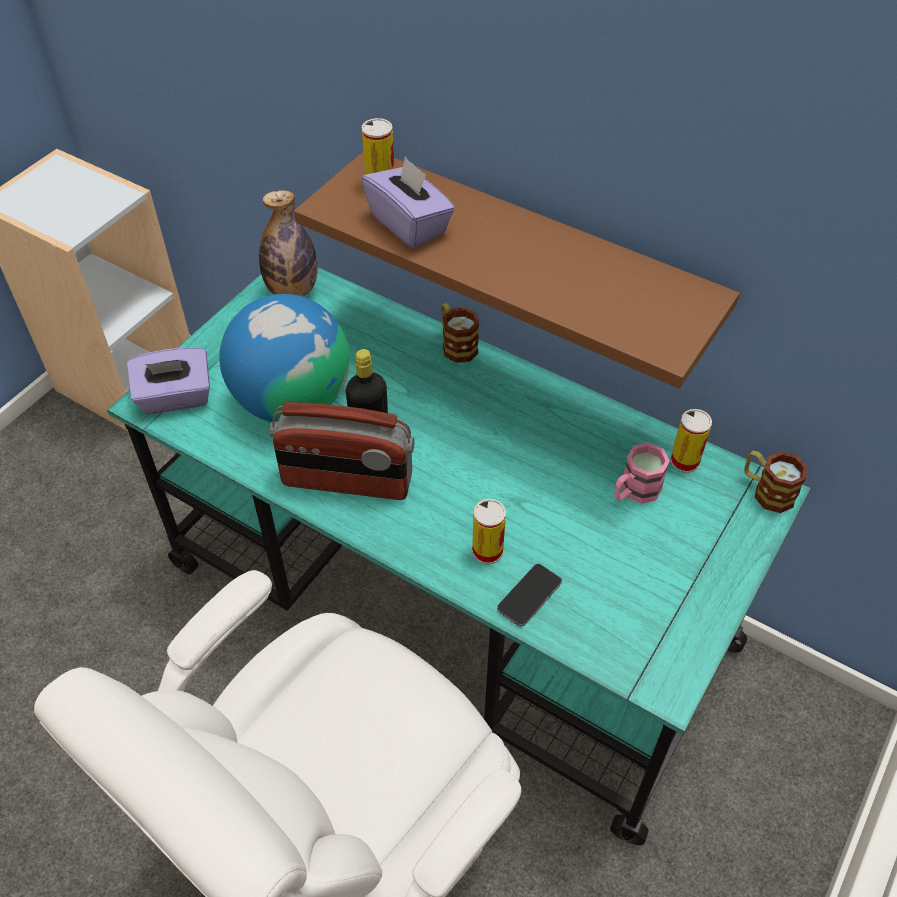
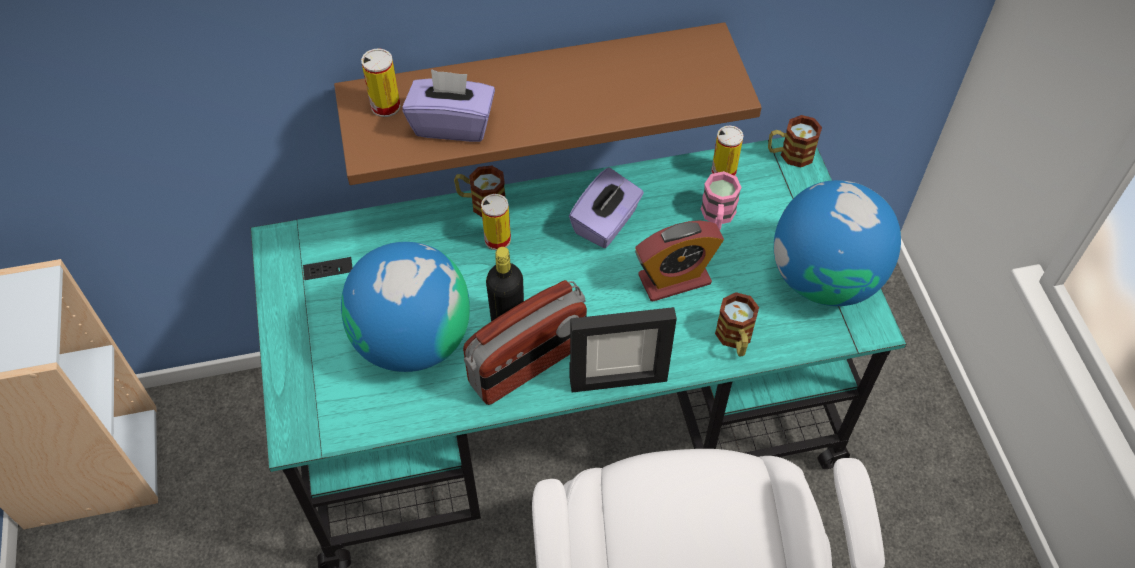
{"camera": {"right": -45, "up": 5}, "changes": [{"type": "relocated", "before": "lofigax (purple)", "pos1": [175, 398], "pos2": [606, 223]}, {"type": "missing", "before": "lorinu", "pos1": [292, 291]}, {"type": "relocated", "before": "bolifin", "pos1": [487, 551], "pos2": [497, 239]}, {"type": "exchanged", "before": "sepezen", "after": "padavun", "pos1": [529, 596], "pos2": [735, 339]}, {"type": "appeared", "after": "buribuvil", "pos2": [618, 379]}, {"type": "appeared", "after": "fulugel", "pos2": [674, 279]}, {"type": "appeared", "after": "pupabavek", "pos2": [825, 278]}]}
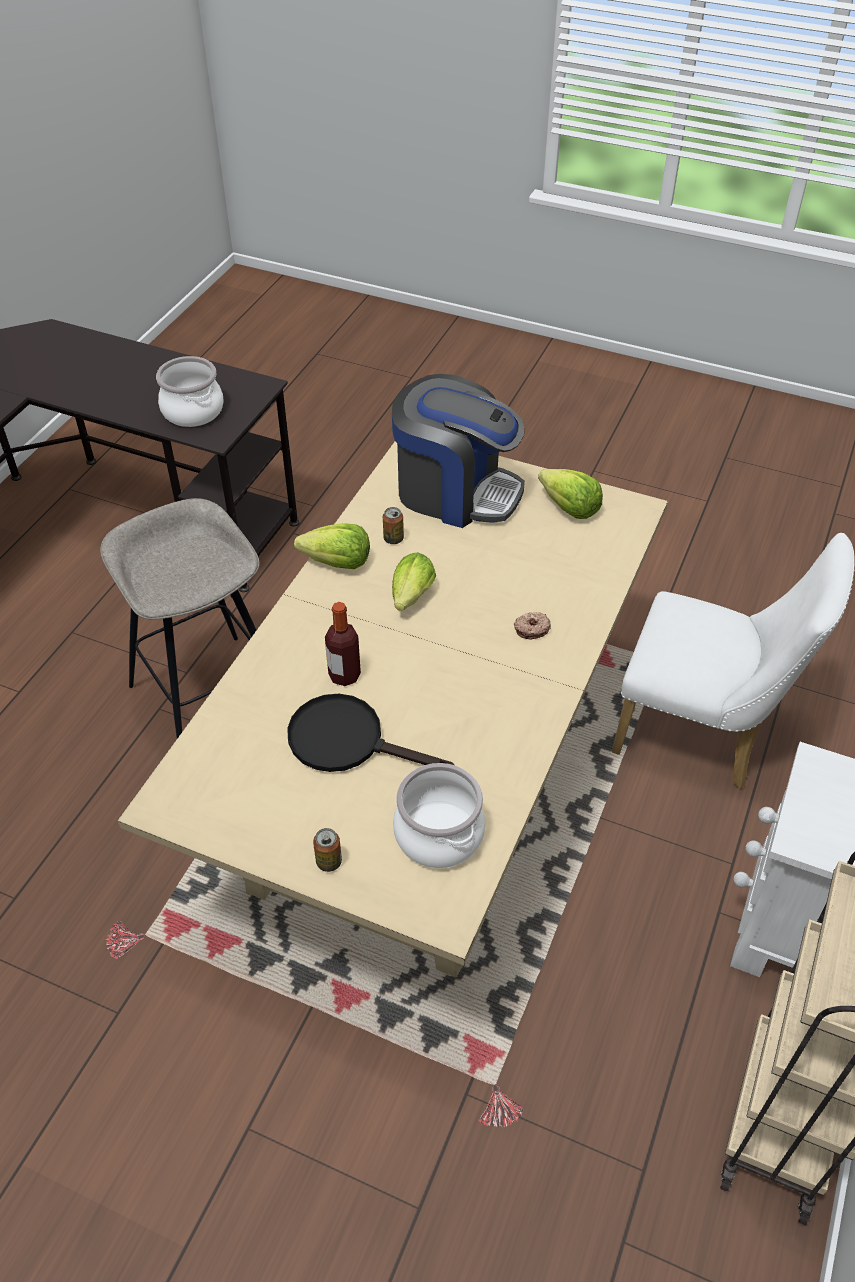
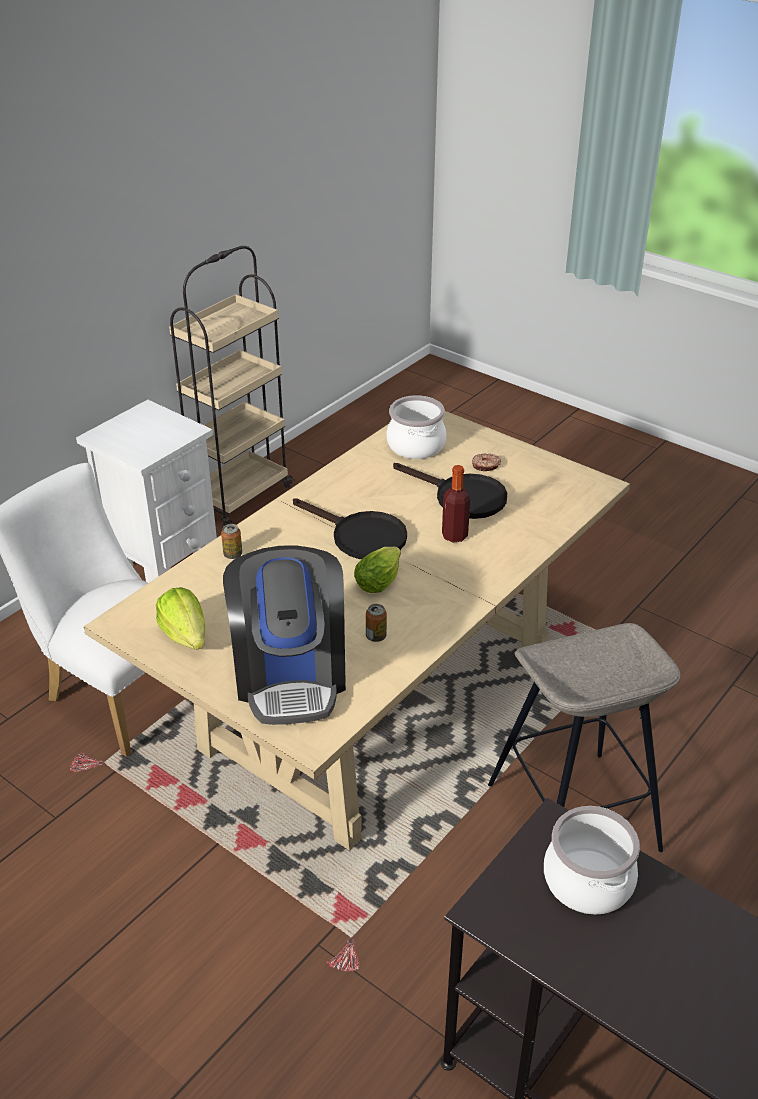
{"camera": {"right": -165, "up": -10}, "changes": [{"type": "missing", "before": "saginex", "pos1": [337, 563]}, {"type": "relocated", "before": "bolifin", "pos1": [329, 862], "pos2": [233, 554]}, {"type": "spun", "before": "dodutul", "pos1": [455, 492], "pos2": [290, 675], "turn": -135}, {"type": "relocated", "before": "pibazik", "pos1": [531, 629], "pos2": [485, 466]}, {"type": "appeared", "after": "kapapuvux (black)", "pos2": [360, 536]}]}
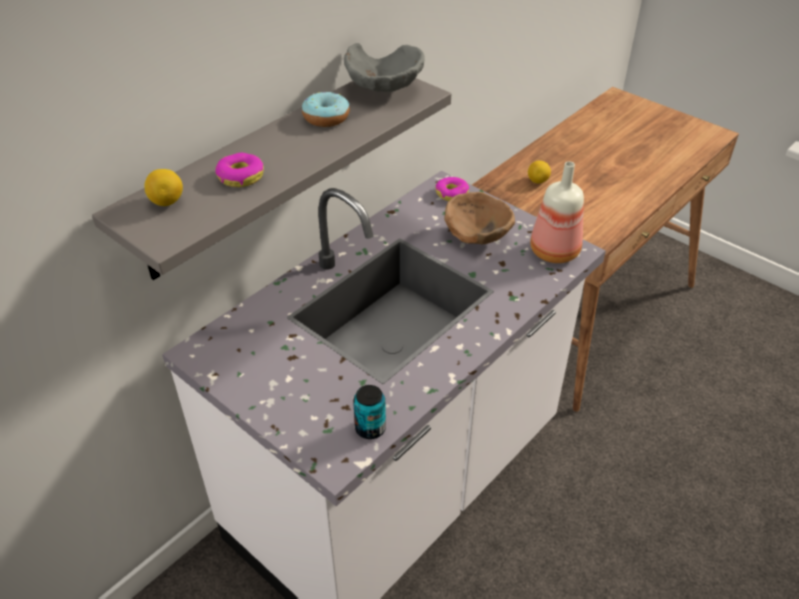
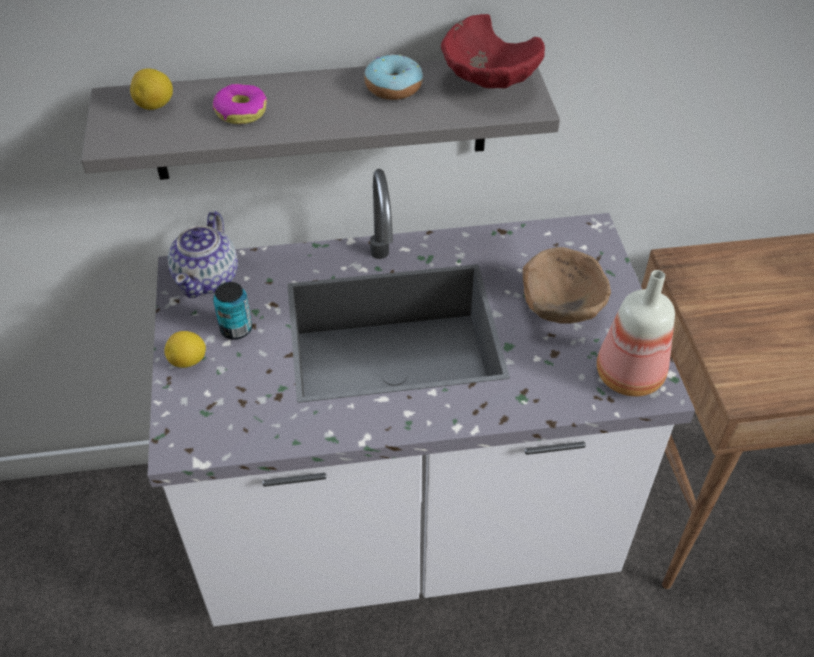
{"camera": {"right": 40, "up": 5}, "changes": [{"type": "colour", "before": "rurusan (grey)", "after": "rurusan (red)", "pos1": [383, 91], "pos2": [487, 84]}, {"type": "relocated", "before": "bolifin", "pos1": [370, 428], "pos2": [236, 329]}, {"type": "missing", "before": "pibazik", "pos1": [452, 194]}, {"type": "relocated", "before": "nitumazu", "pos1": [538, 181], "pos2": [188, 361]}, {"type": "appeared", "after": "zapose", "pos2": [208, 278]}]}
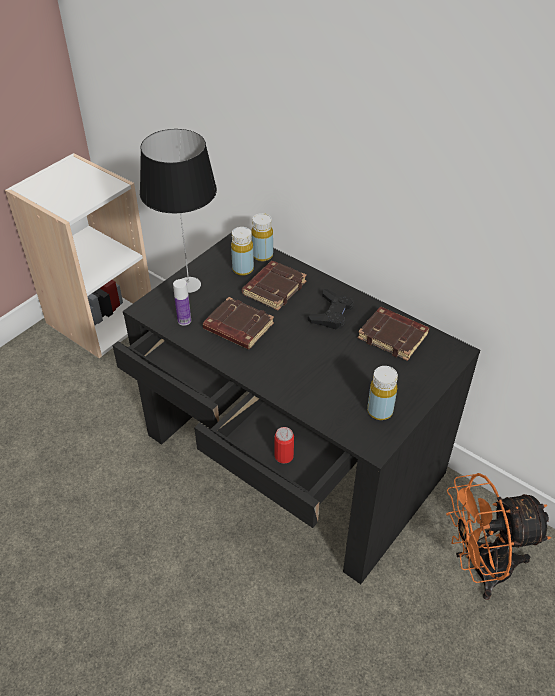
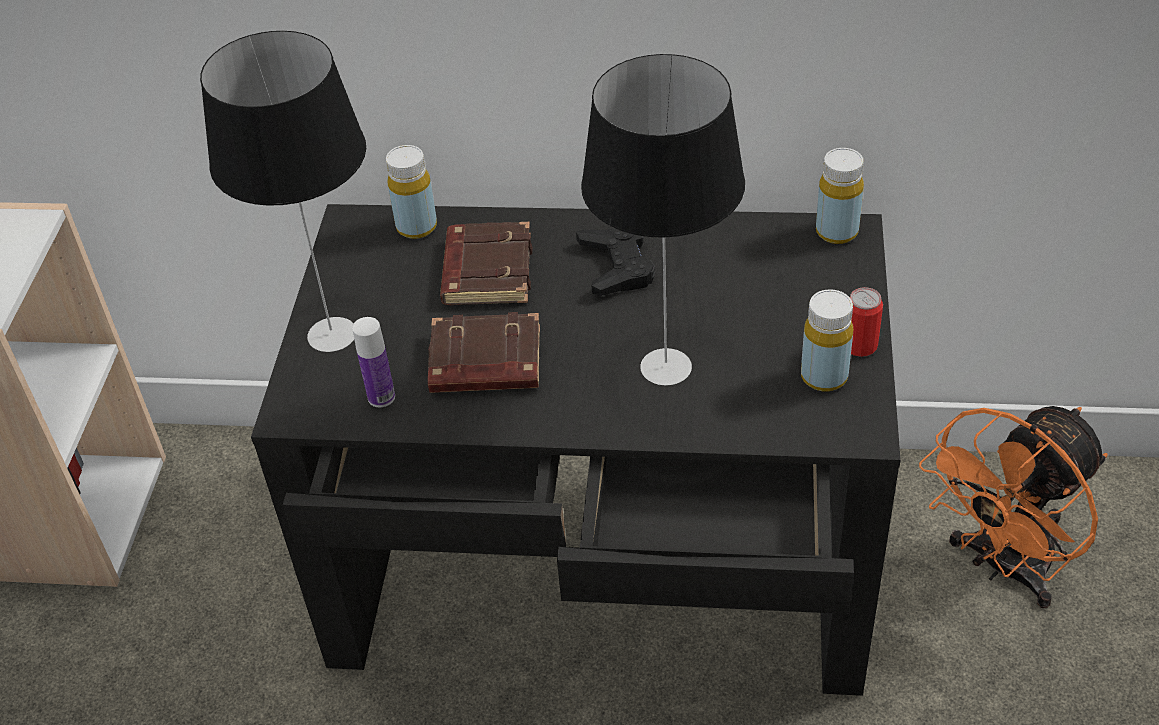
{"camera": {"right": -30, "up": 0}, "changes": [{"type": "relocated", "before": "lorinu (yellow)", "pos1": [243, 269], "pos2": [836, 232]}, {"type": "relocated", "before": "bolifin", "pos1": [284, 456], "pos2": [860, 345]}, {"type": "missing", "before": "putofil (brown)", "pos1": [394, 336]}, {"type": "appeared", "after": "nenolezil", "pos2": [664, 368]}]}
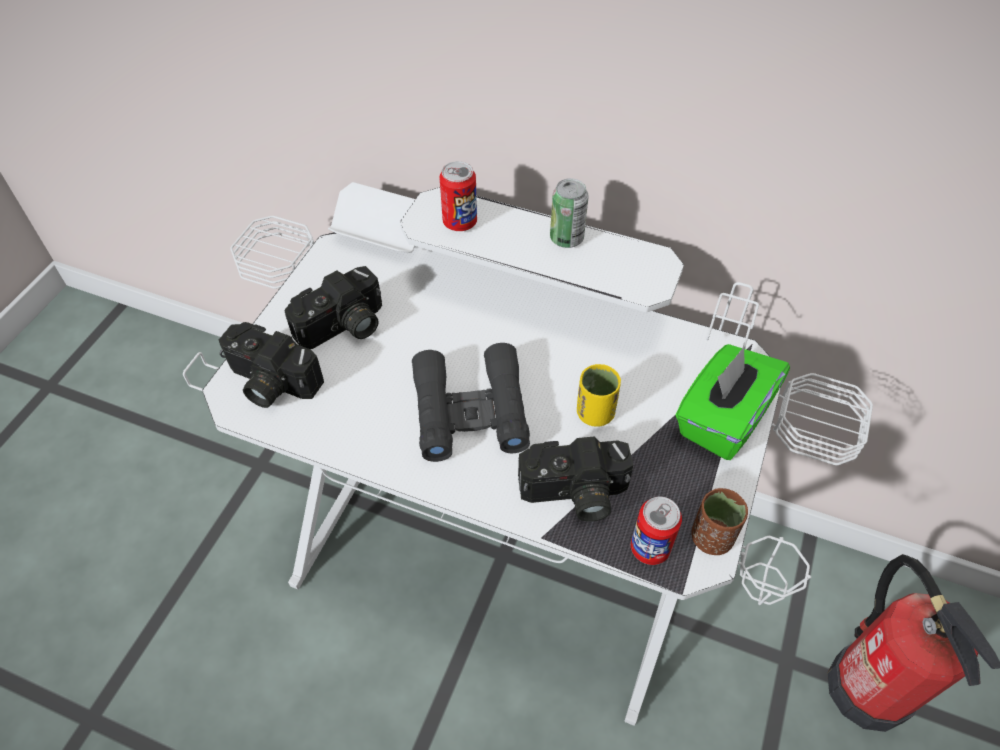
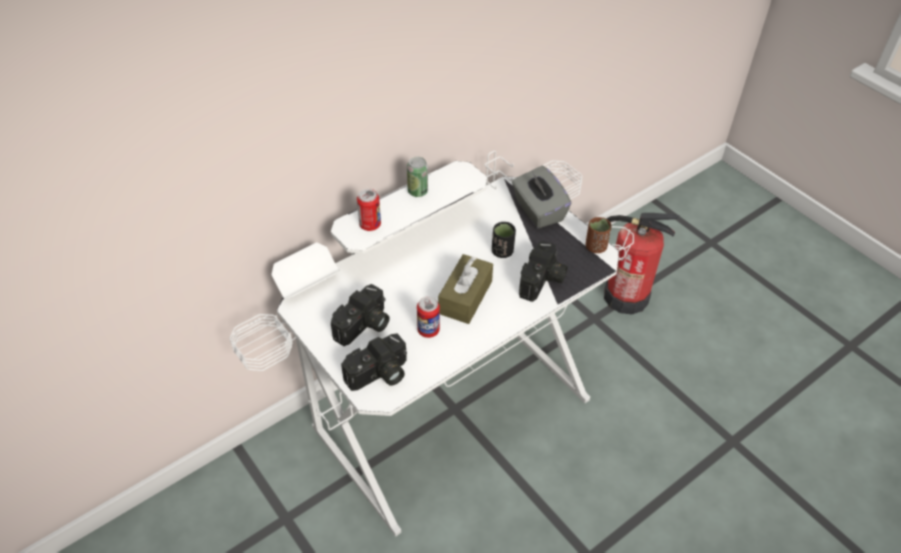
{"camera": {"right": -60, "up": -5}, "changes": [{"type": "spun", "before": "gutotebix", "pos1": [343, 328], "pos2": [364, 327], "turn": 45}, {"type": "exchanged", "before": "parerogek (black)", "after": "lofigax (brown)", "pos1": [470, 410], "pos2": [465, 297]}, {"type": "colour", "before": "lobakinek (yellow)", "after": "lobakinek (black)", "pos1": [595, 413], "pos2": [502, 252]}, {"type": "relocated", "before": "bolifin", "pos1": [650, 548], "pos2": [428, 330]}, {"type": "colour", "before": "lofigax (green)", "after": "lofigax (grey)", "pos1": [722, 419], "pos2": [538, 211]}]}
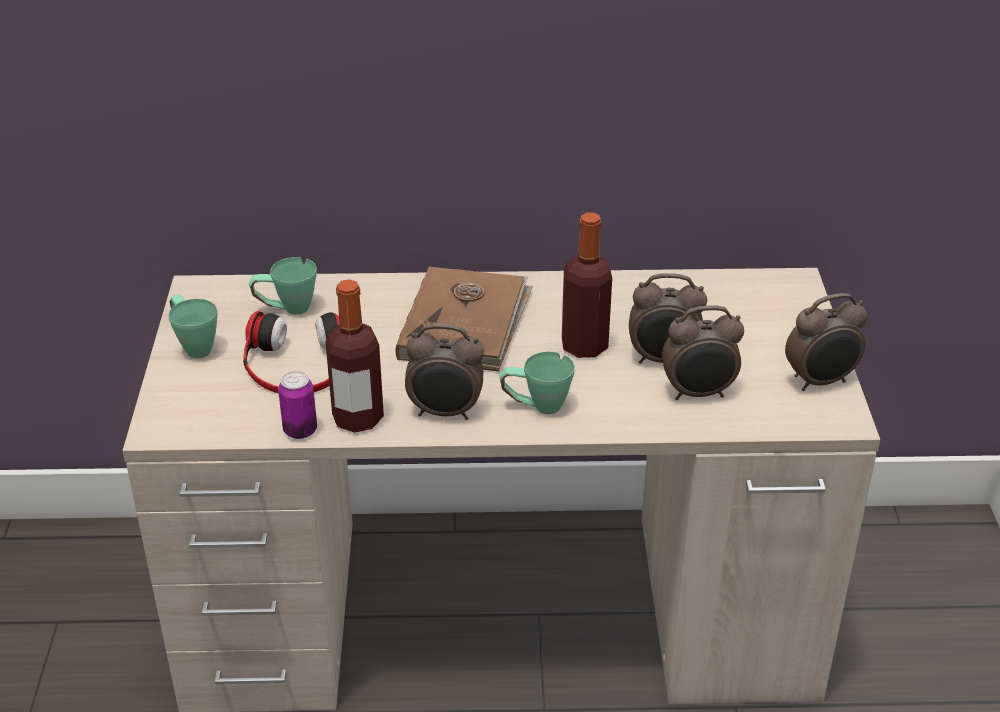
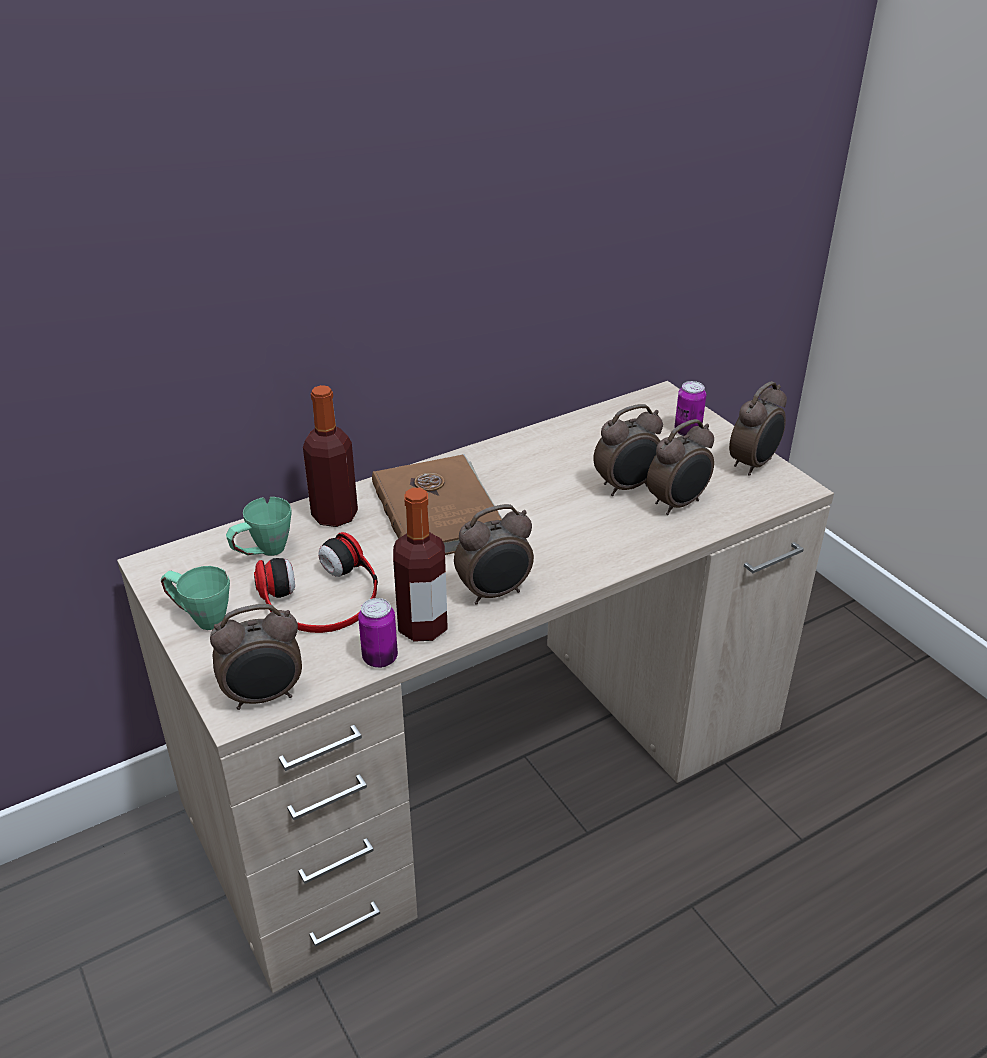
{"camera": {"right": -30, "up": 0}, "changes": [{"type": "missing", "before": "padavun (green)", "pos1": [536, 406]}, {"type": "relocated", "before": "lorinu", "pos1": [584, 346], "pos2": [334, 515]}, {"type": "appeared", "after": "fulugel", "pos2": [264, 697]}, {"type": "appeared", "after": "bolifin", "pos2": [687, 431]}]}
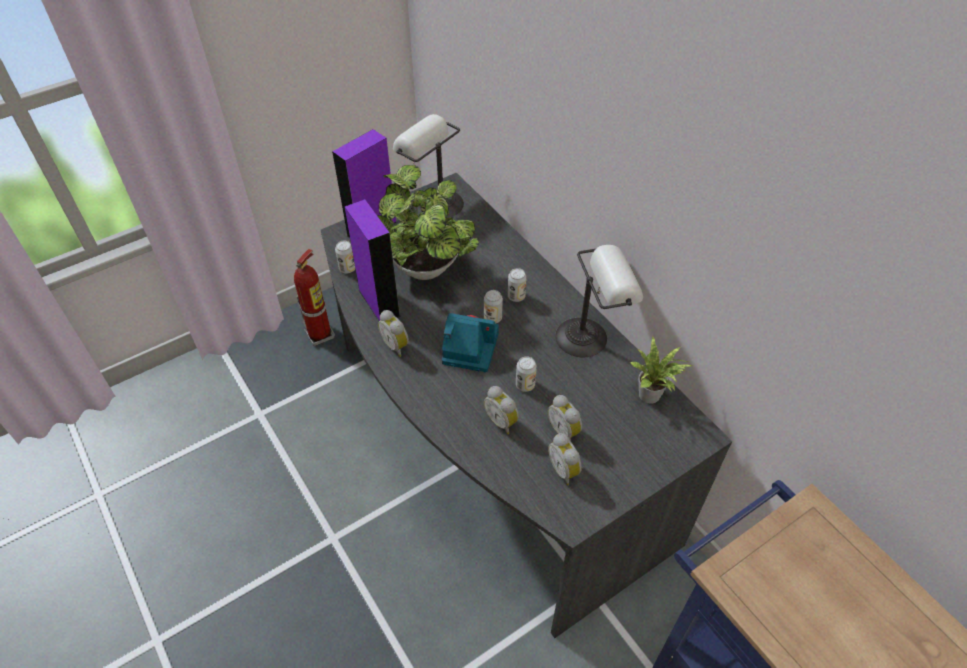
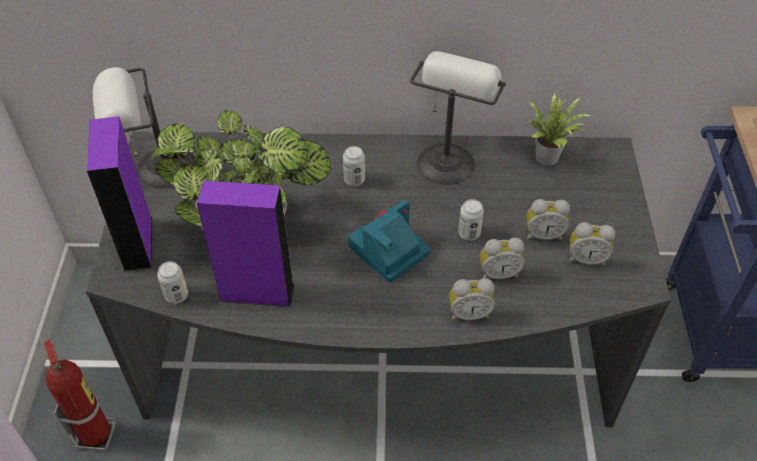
{"camera": {"right": -55, "up": 0}, "changes": [{"type": "relocated", "before": "fulugel", "pos1": [396, 345], "pos2": [469, 313]}, {"type": "missing", "before": "bolifin", "pos1": [493, 318]}]}
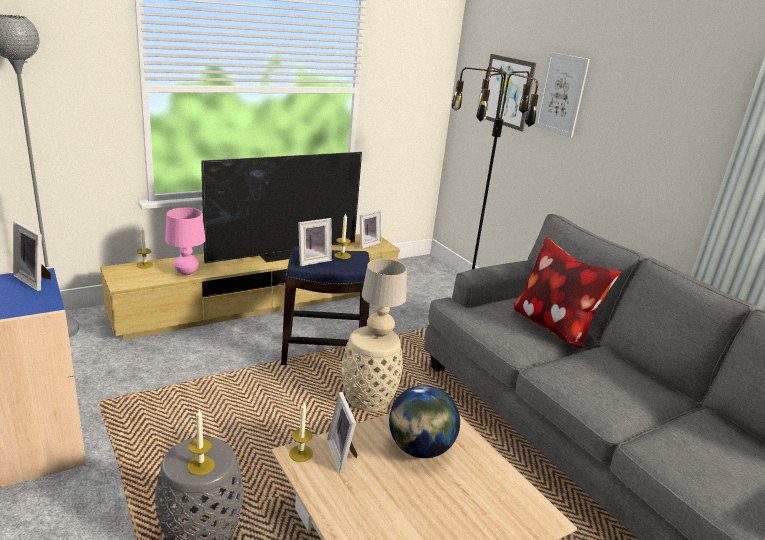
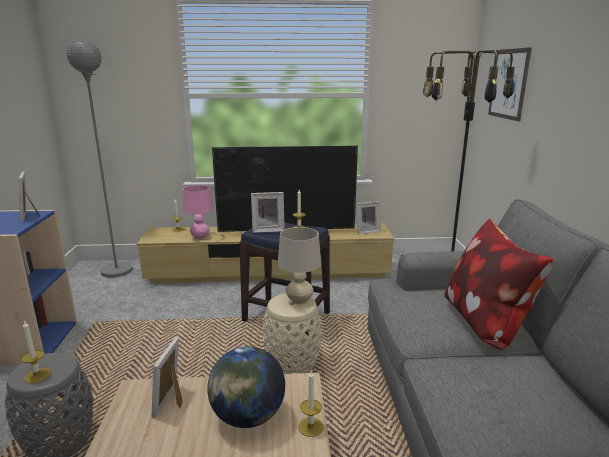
{"camera": {"right": 30, "up": -5}, "changes": [{"type": "relocated", "before": "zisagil", "pos1": [301, 453], "pos2": [310, 427]}, {"type": "missing", "before": "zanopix", "pos1": [561, 94]}]}
